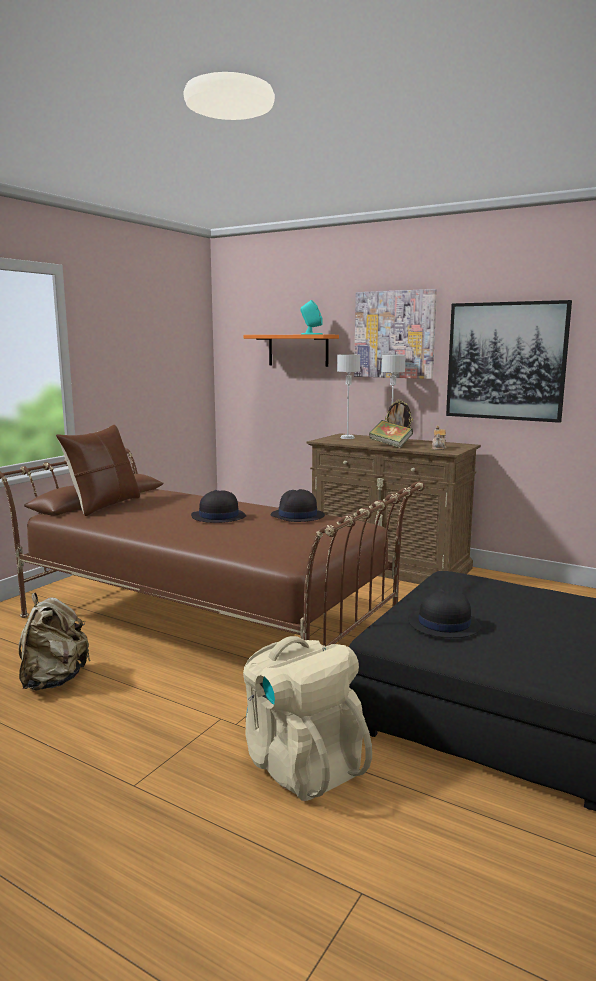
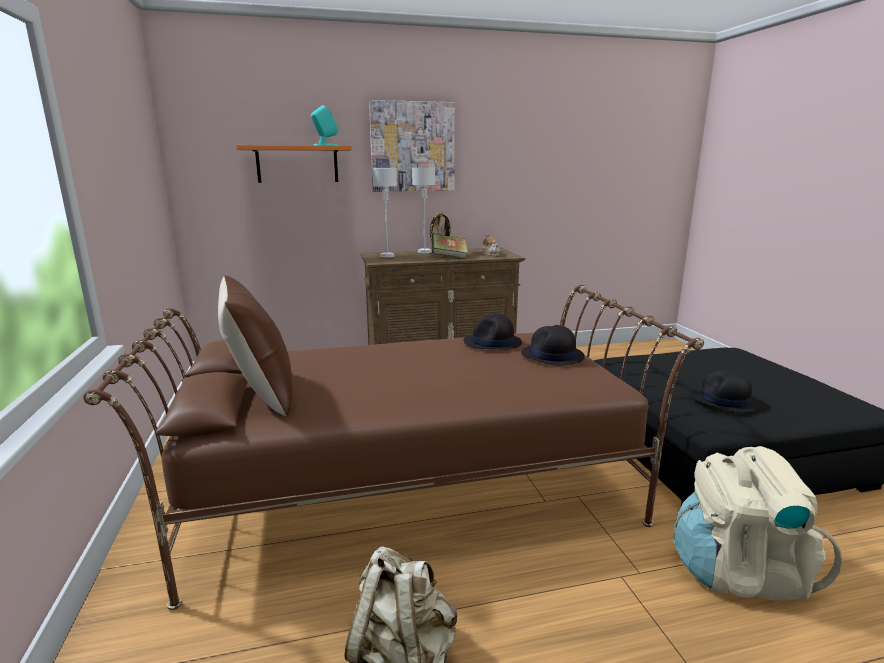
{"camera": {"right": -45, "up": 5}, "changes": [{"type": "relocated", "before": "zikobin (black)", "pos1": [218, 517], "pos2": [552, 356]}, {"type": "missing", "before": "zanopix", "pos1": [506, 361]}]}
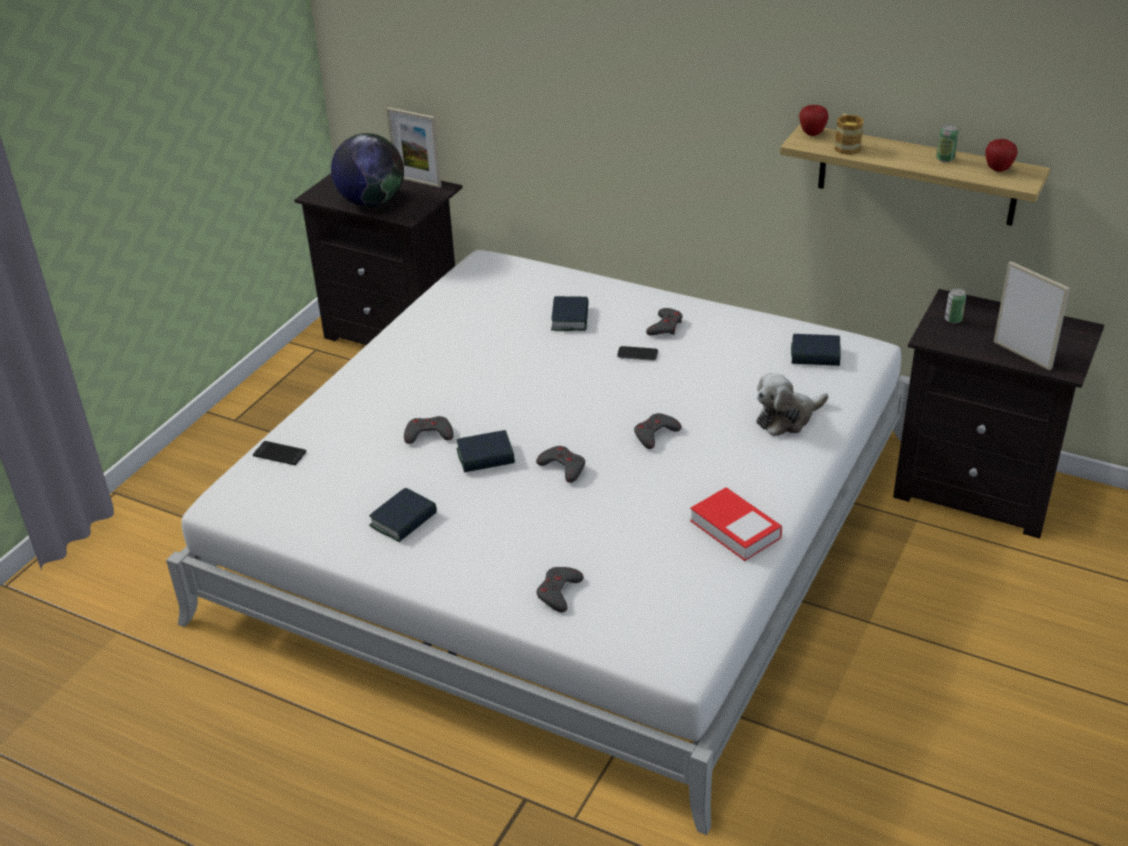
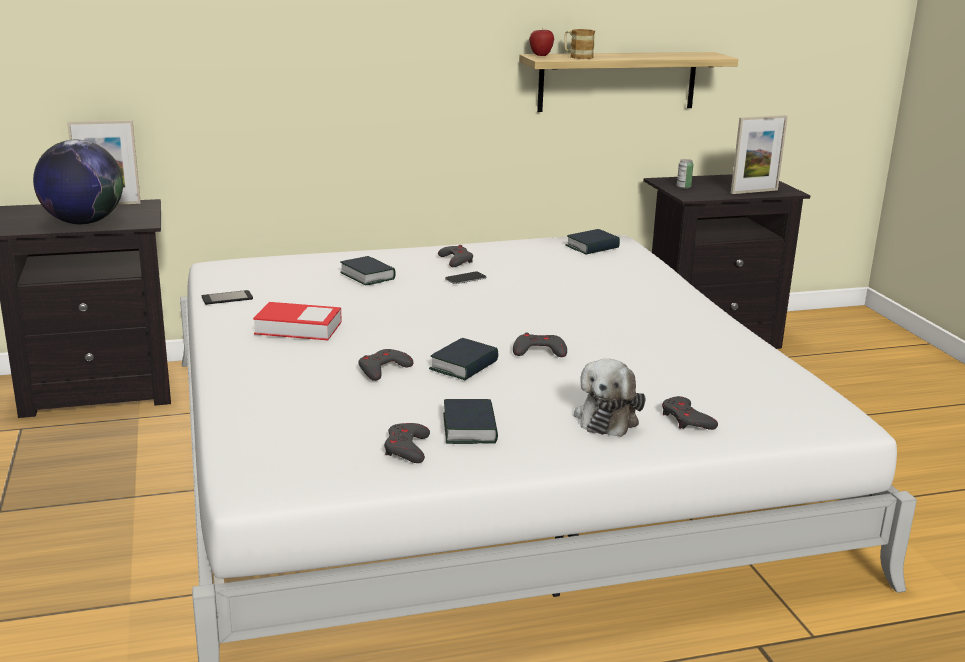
{"camera": {"right": -45, "up": -15}, "changes": [{"type": "relocated", "before": "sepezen", "pos1": [279, 454], "pos2": [227, 298]}, {"type": "relocated", "before": "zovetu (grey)", "pos1": [655, 434], "pos2": [407, 448]}, {"type": "relocated", "before": "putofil", "pos1": [735, 529], "pos2": [298, 328]}, {"type": "relocated", "before": "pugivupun", "pos1": [787, 418], "pos2": [608, 417]}, {"type": "missing", "before": "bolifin", "pos1": [945, 159]}, {"type": "missing", "before": "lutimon", "pos1": [998, 169]}, {"type": "spun", "before": "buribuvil", "pos1": [1022, 355], "pos2": [754, 191], "turn": 150}]}
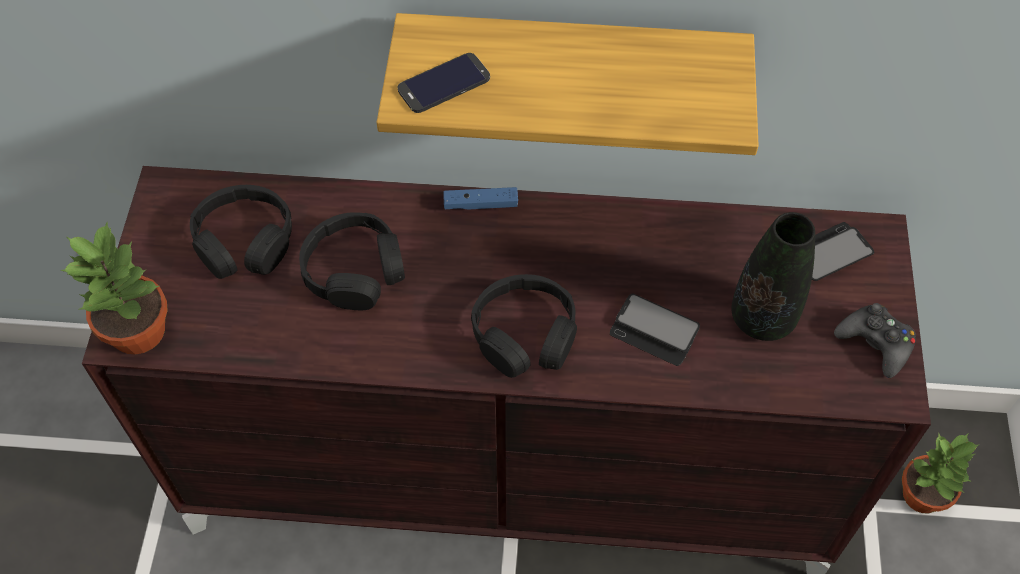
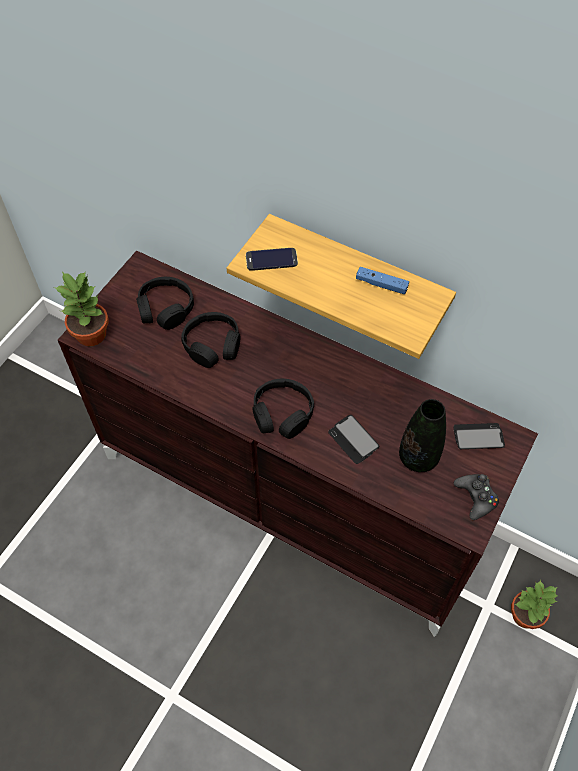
{"camera": {"right": 25, "up": 0}, "changes": [{"type": "relocated", "before": "zovetu (blue)", "pos1": [481, 204], "pos2": [381, 284]}]}
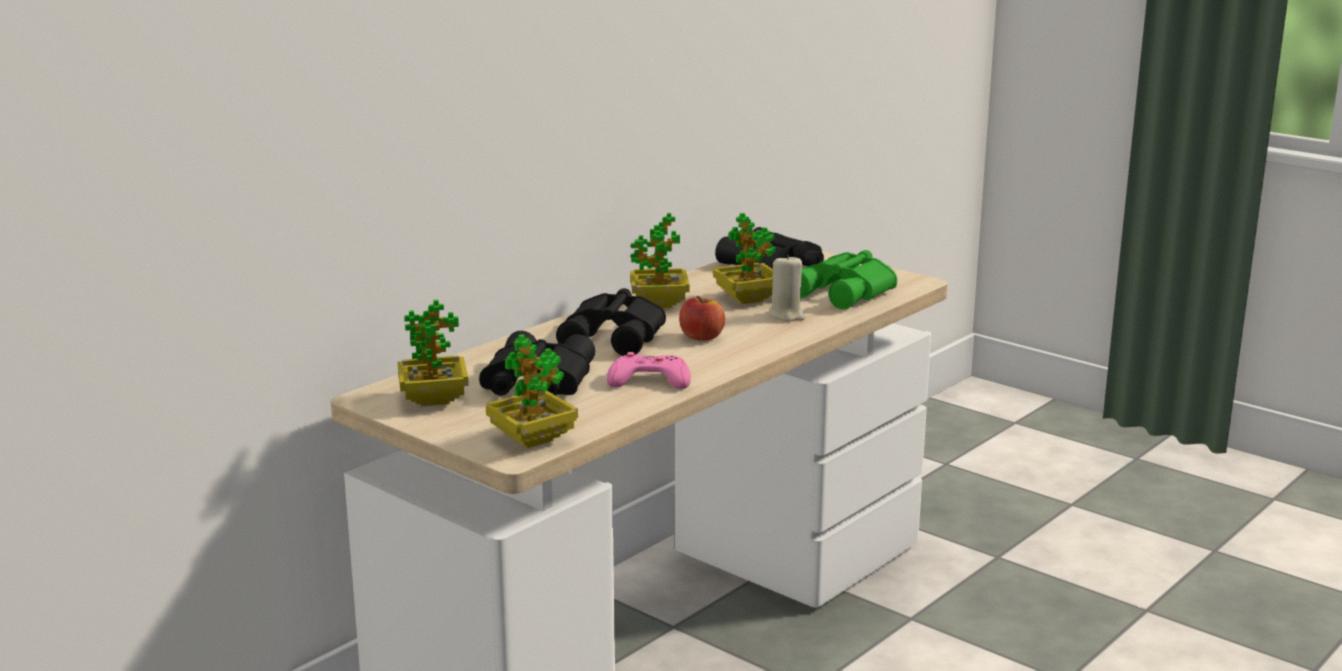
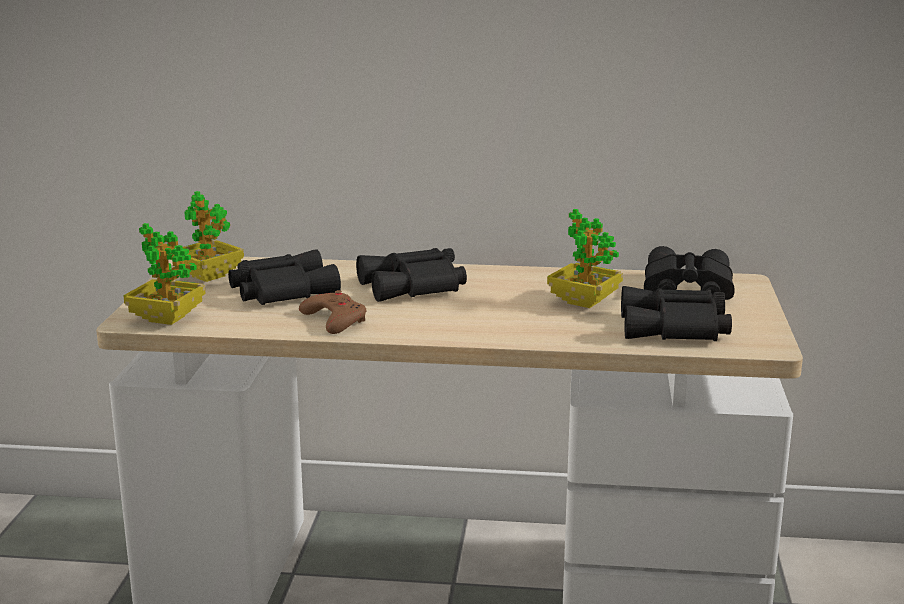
{"camera": {"right": 55, "up": 0}, "changes": [{"type": "colour", "before": "zovetu (pink)", "after": "zovetu (brown)", "pos1": [649, 380], "pos2": [335, 319]}, {"type": "missing", "before": "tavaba", "pos1": [659, 304]}, {"type": "missing", "before": "lutimon", "pos1": [702, 337]}, {"type": "missing", "before": "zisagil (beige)", "pos1": [786, 315]}, {"type": "colour", "before": "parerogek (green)", "after": "parerogek (black)", "pos1": [846, 292], "pos2": [675, 329]}]}
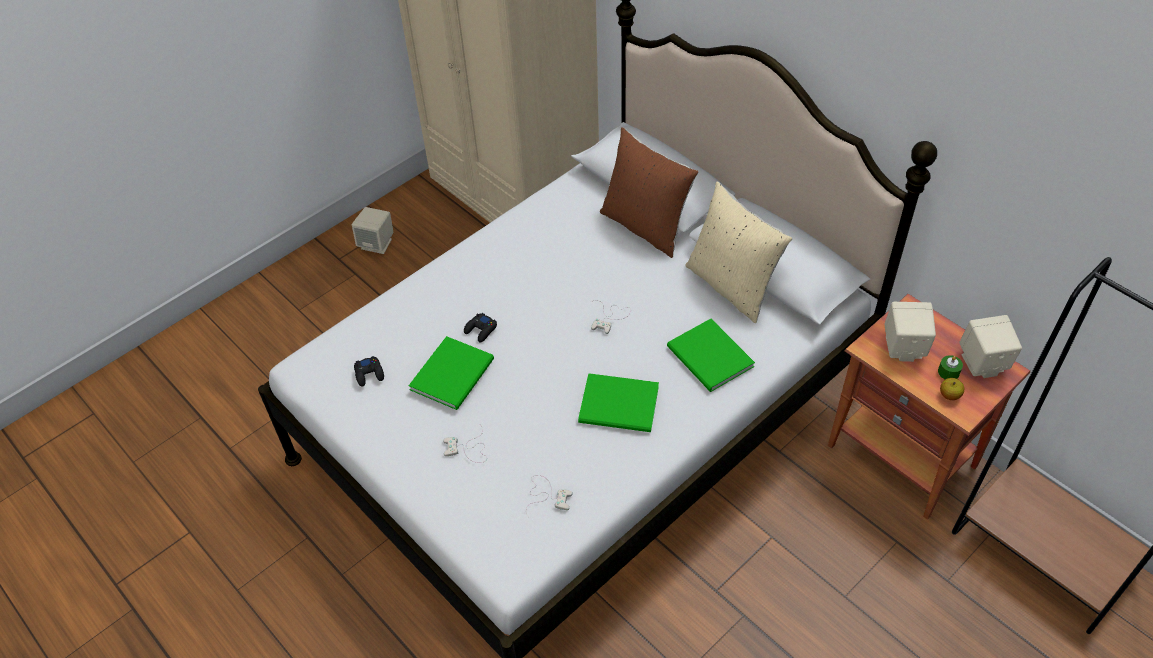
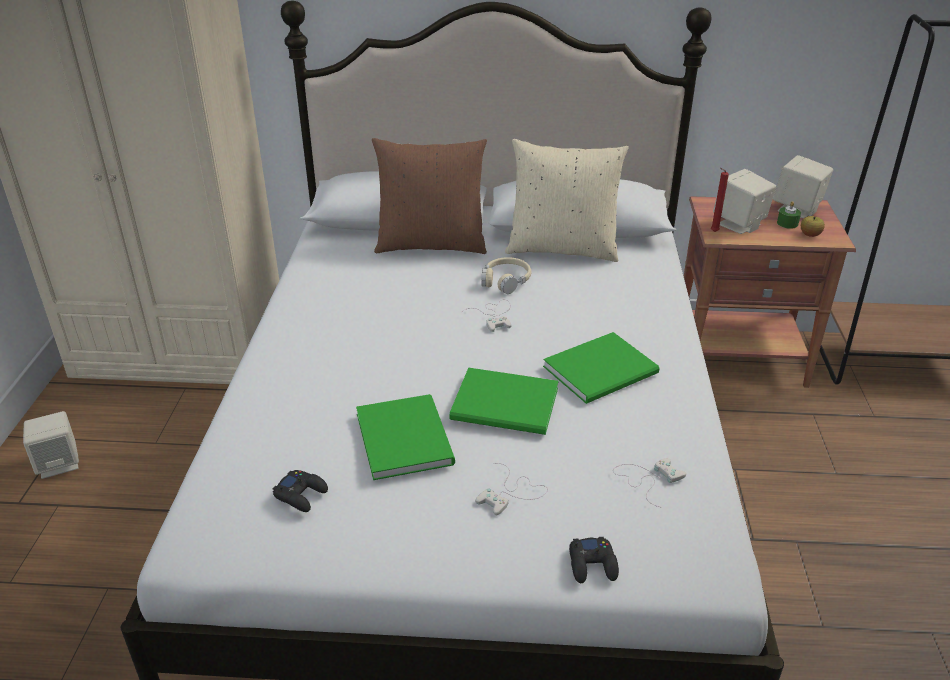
{"camera": {"right": -45, "up": -15}, "changes": [{"type": "relocated", "before": "zovetu (black)", "pos1": [481, 330], "pos2": [592, 565]}, {"type": "relocated", "before": "putofil (green)", "pos1": [710, 359], "pos2": [507, 406]}, {"type": "appeared", "after": "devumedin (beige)", "pos2": [505, 281]}, {"type": "appeared", "after": "zisagil (red)", "pos2": [713, 232]}]}
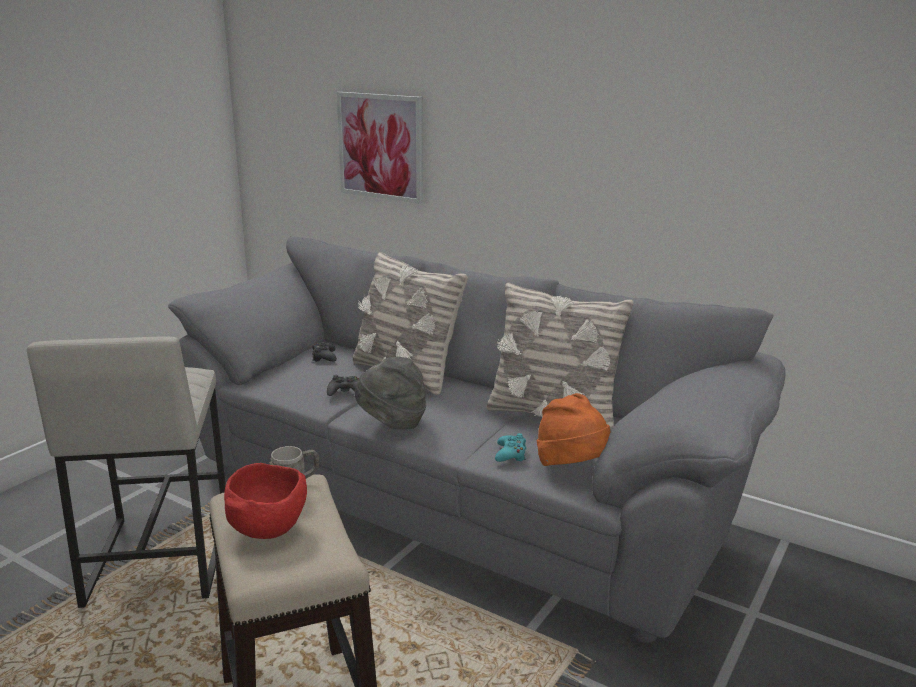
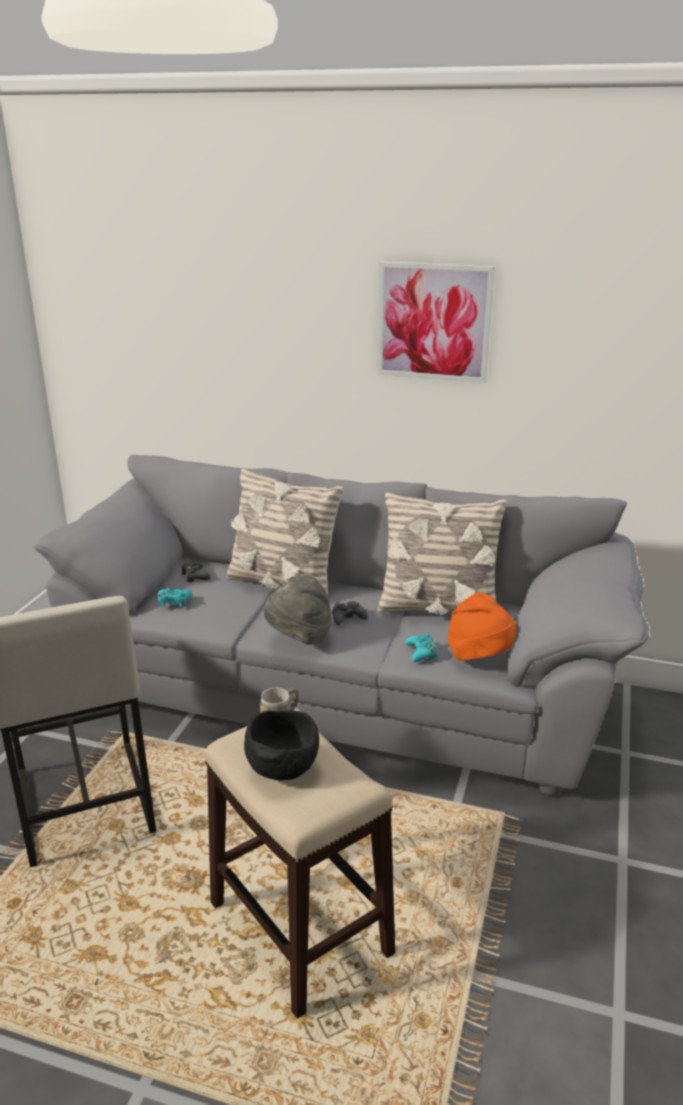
{"camera": {"right": -15, "up": 5}, "changes": [{"type": "colour", "before": "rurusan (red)", "after": "rurusan (black)", "pos1": [268, 528], "pos2": [282, 768]}, {"type": "relocated", "before": "zovetu (black)", "pos1": [345, 391], "pos2": [348, 618]}, {"type": "relocated", "before": "zanopix", "pos1": [381, 146], "pos2": [434, 322]}, {"type": "appeared", "after": "zovetu (turquoise)", "pos2": [174, 601]}]}
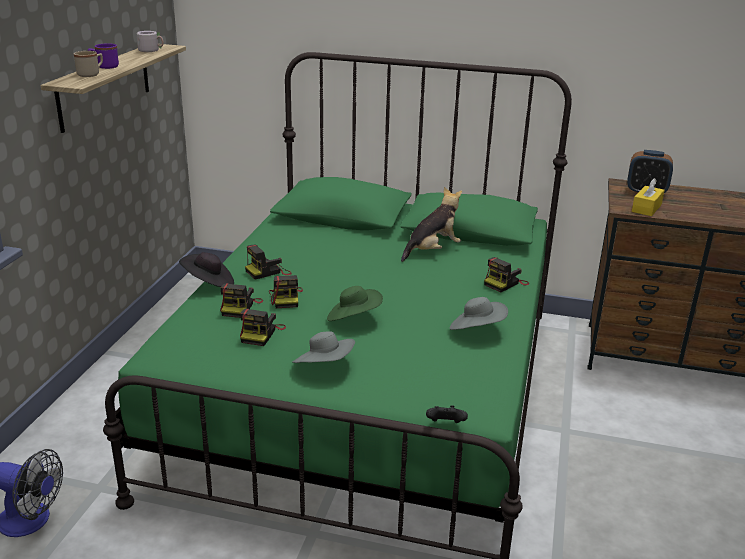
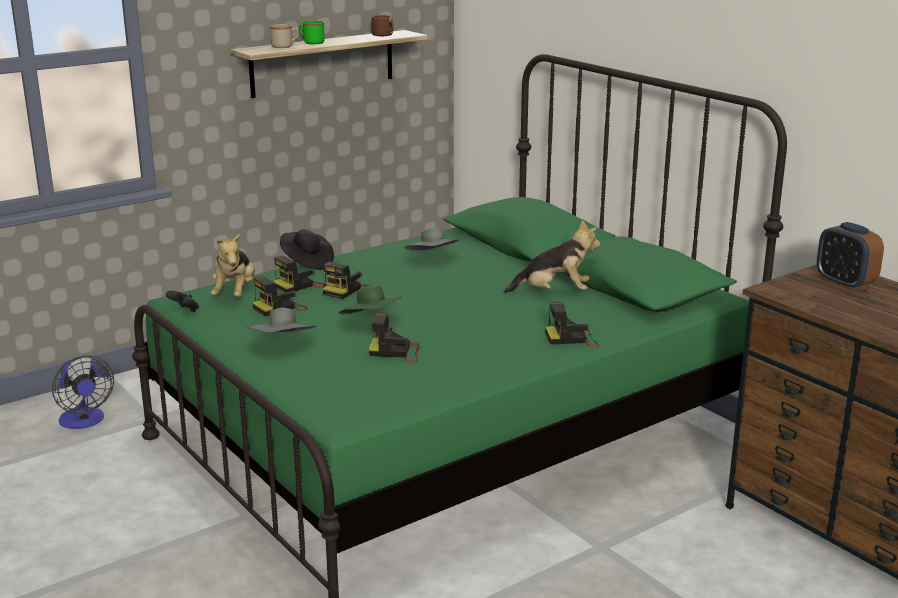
{"camera": {"right": 40, "up": -5}, "changes": [{"type": "colour", "before": "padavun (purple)", "after": "padavun (green)", "pos1": [104, 67], "pos2": [311, 42]}, {"type": "colour", "before": "padavun (grey)", "after": "padavun (brown)", "pos1": [151, 50], "pos2": [385, 35]}, {"type": "relocated", "before": "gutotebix", "pos1": [268, 272], "pos2": [396, 352]}, {"type": "relocated", "before": "zovetu (black)", "pos1": [445, 425], "pos2": [184, 311]}, {"type": "relocated", "before": "zikobin (grey)", "pos1": [477, 330], "pos2": [433, 258]}, {"type": "missing", "before": "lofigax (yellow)", "pos1": [646, 208]}, {"type": "appeared", "after": "pugivupun", "pos2": [235, 293]}]}
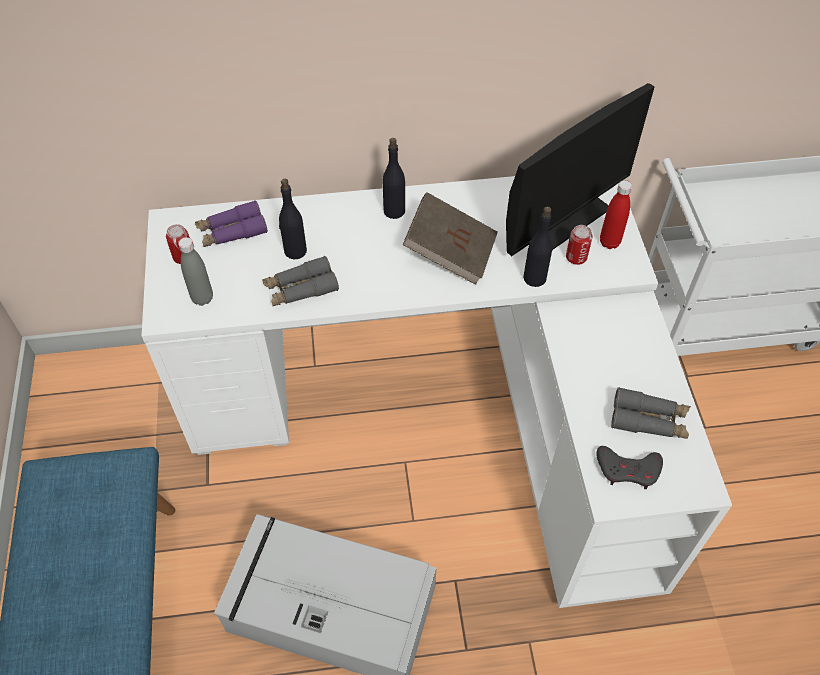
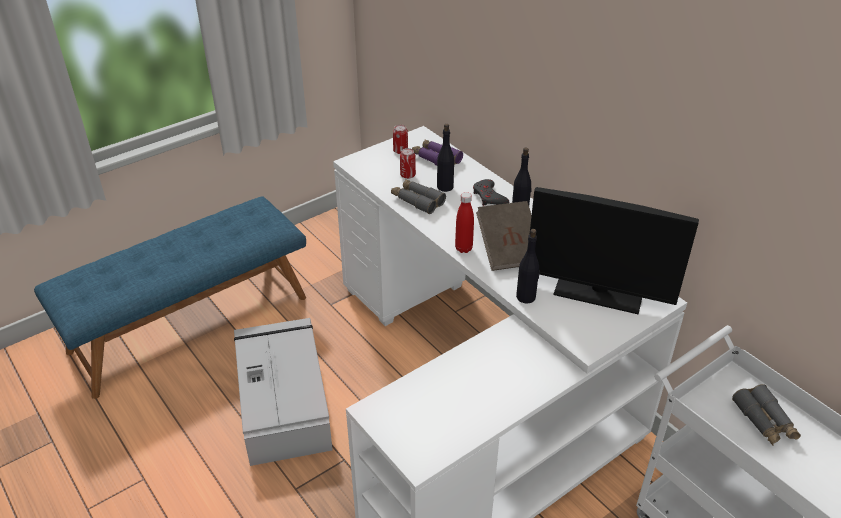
{"camera": {"right": 60, "up": -15}, "changes": [{"type": "missing", "before": "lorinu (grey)", "pos1": [202, 298]}, {"type": "relocated", "before": "bolifin", "pos1": [576, 258], "pos2": [407, 175]}, {"type": "relocated", "before": "zovetu (grey)", "pos1": [628, 470], "pos2": [489, 197]}, {"type": "relocated", "before": "lorinu (red)", "pos1": [609, 242], "pos2": [463, 248]}, {"type": "relocated", "before": "parerogek (grey)", "pos1": [649, 420], "pos2": [764, 421]}]}
